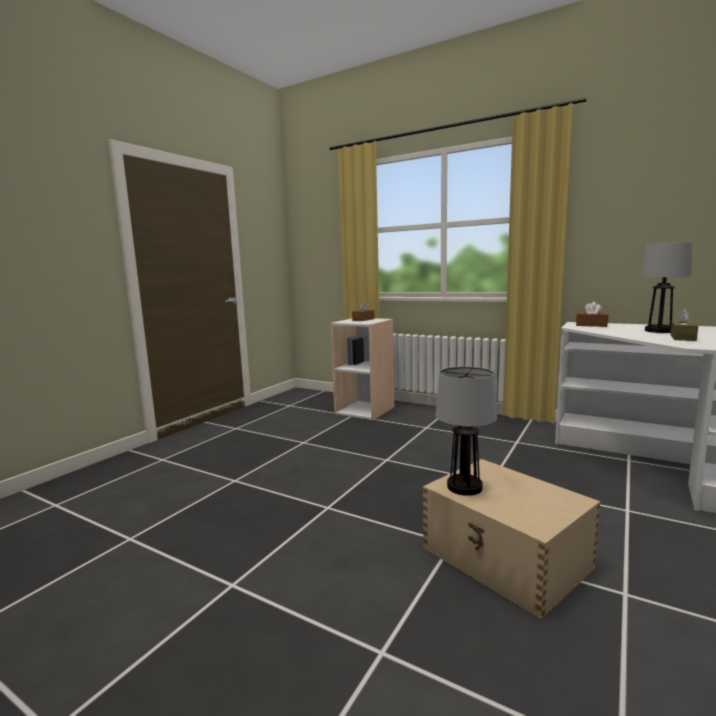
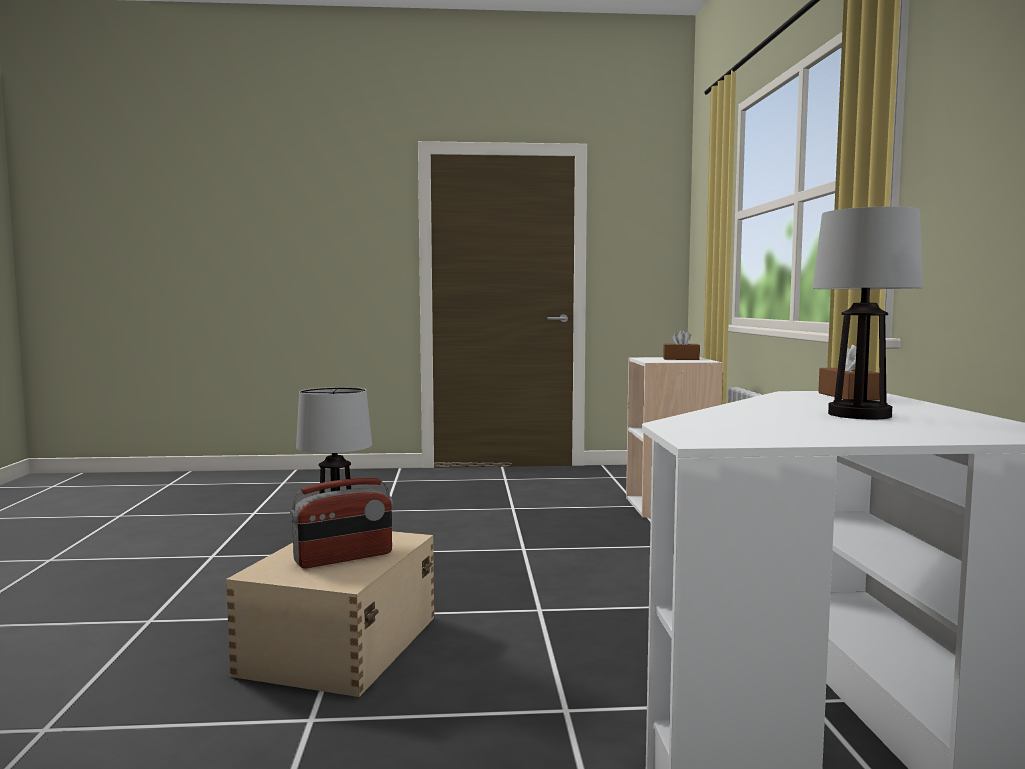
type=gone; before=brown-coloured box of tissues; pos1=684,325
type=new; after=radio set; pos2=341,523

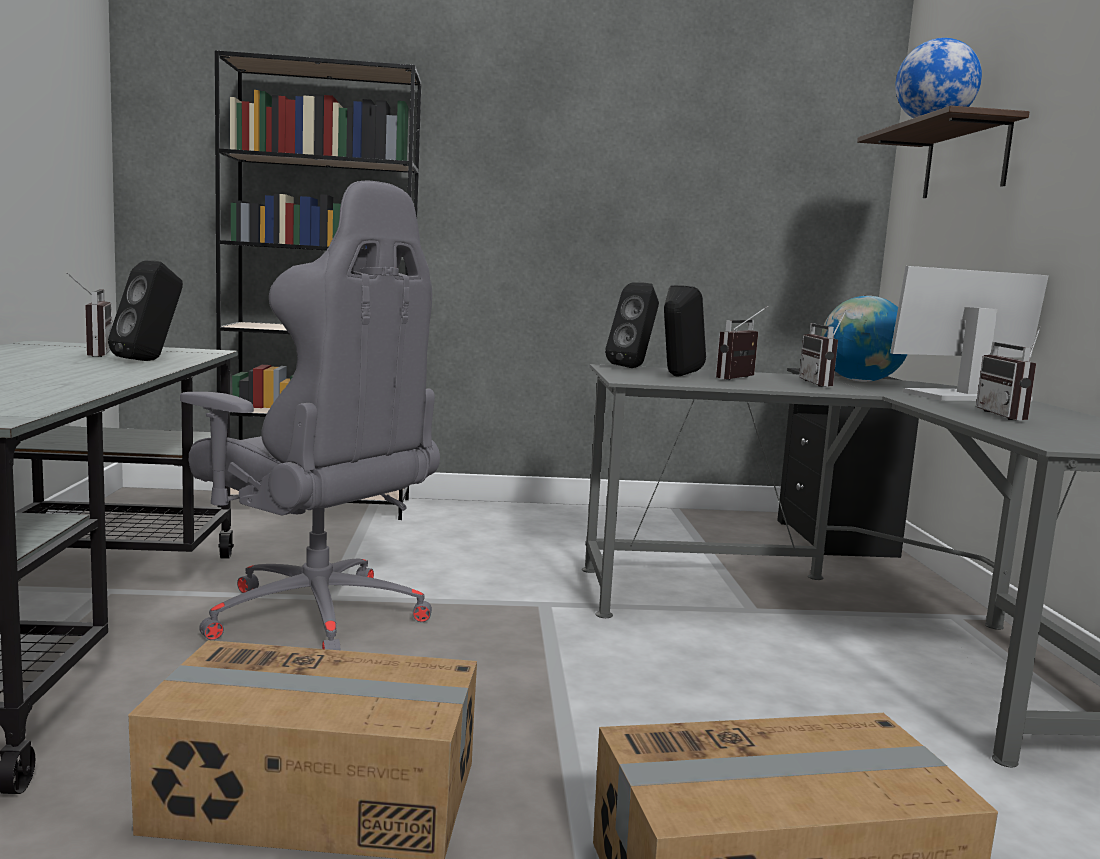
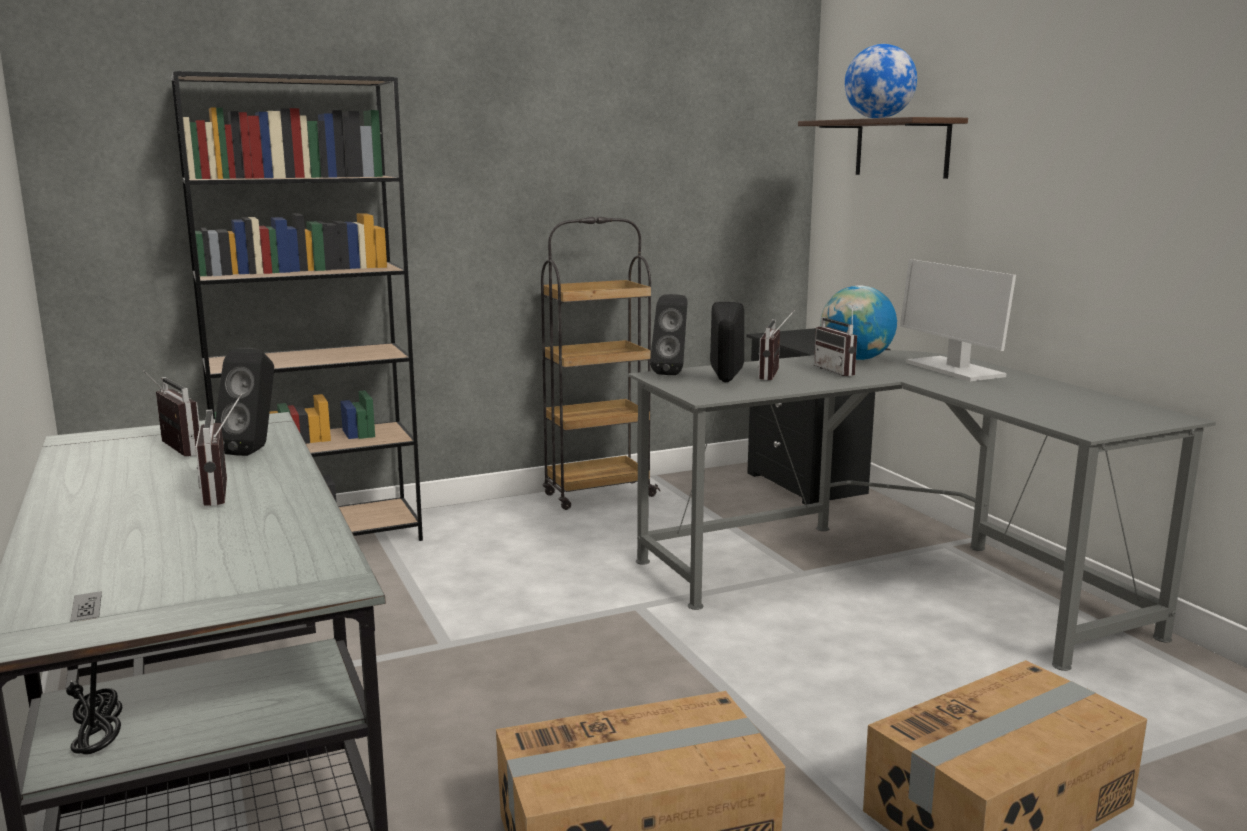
type=gone; before=greyish computer chair; pos1=310,415
type=rotated; before=monitor; pos1=969,333; pos2=958,320; turn=-75
type=shifted; before=radio set; pos1=1008,374; pos2=219,450
type=new; after=brown-coloured cart; pos2=601,363

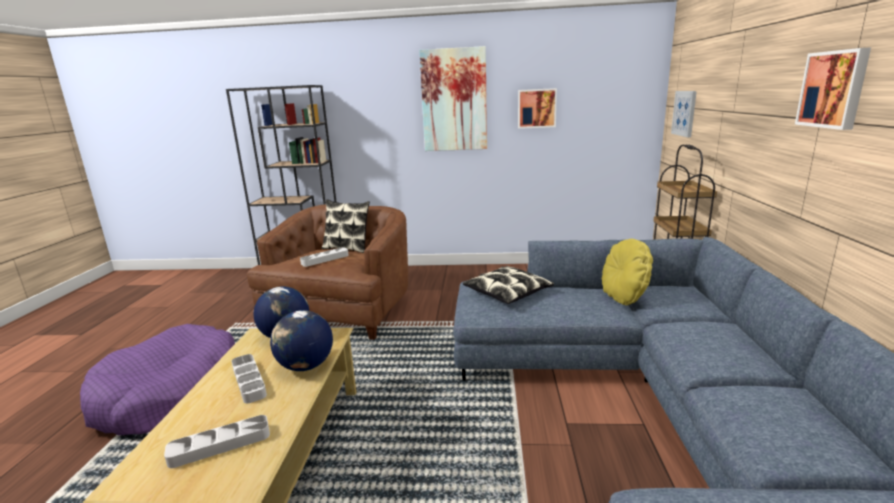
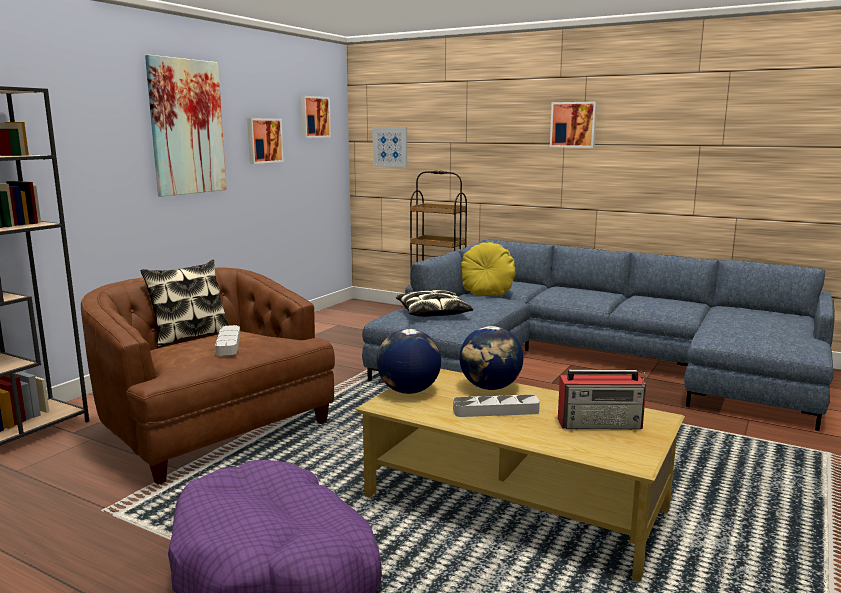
type=swapped; before=greyish serving tray; after=radio set; pos1=217,441; pos2=602,400
type=new; after=wall picture; pos2=316,117

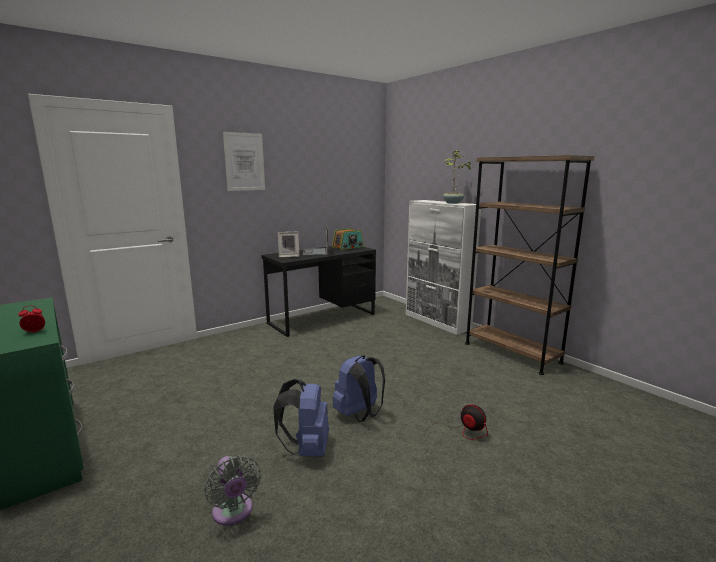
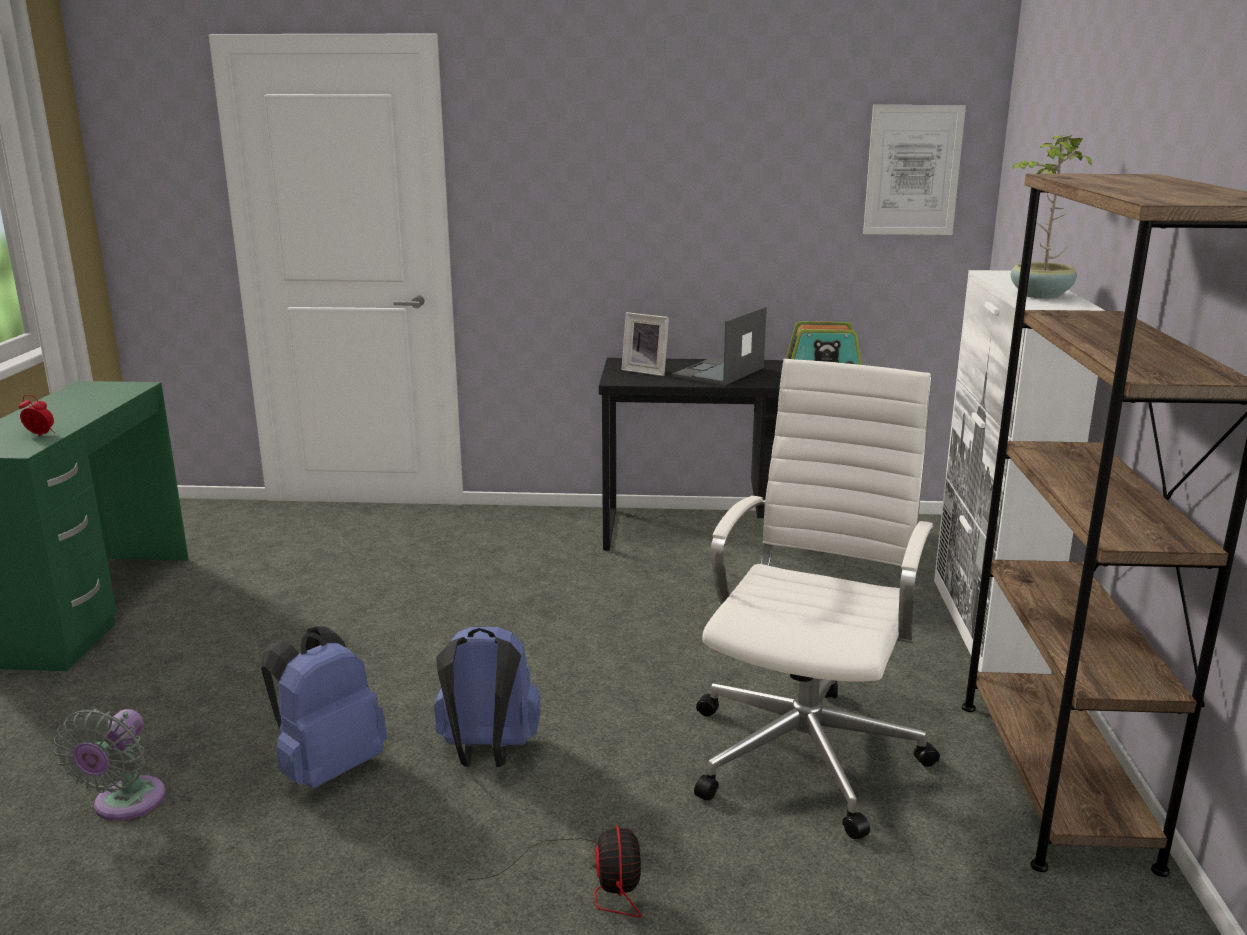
type=shifted; before=wall picture; pos1=244,161; pos2=914,170
type=new; after=white computer chair; pos2=817,599

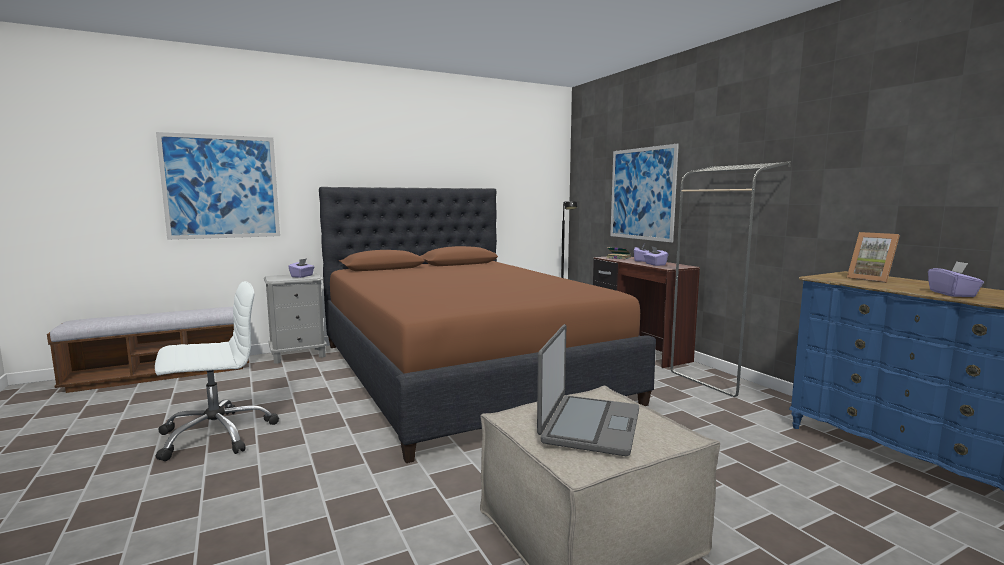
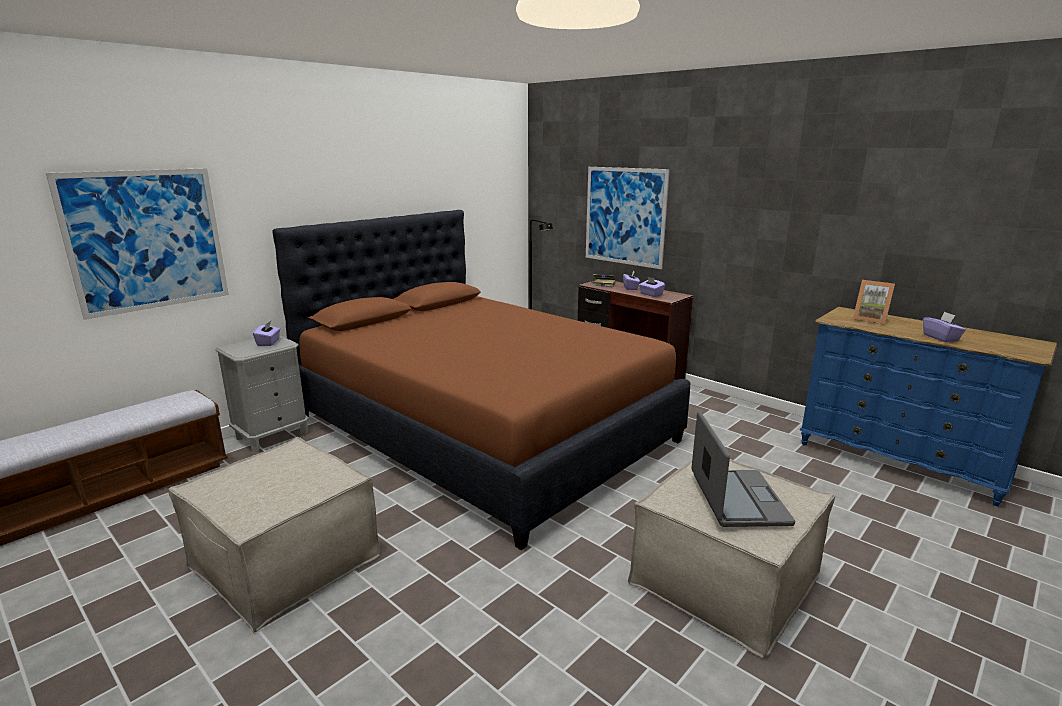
type=gone; before=greyish garment rack; pos1=730,279
type=swapped; before=white computer chair; after=sand-coloured ottoman; pos1=217,371; pos2=274,534

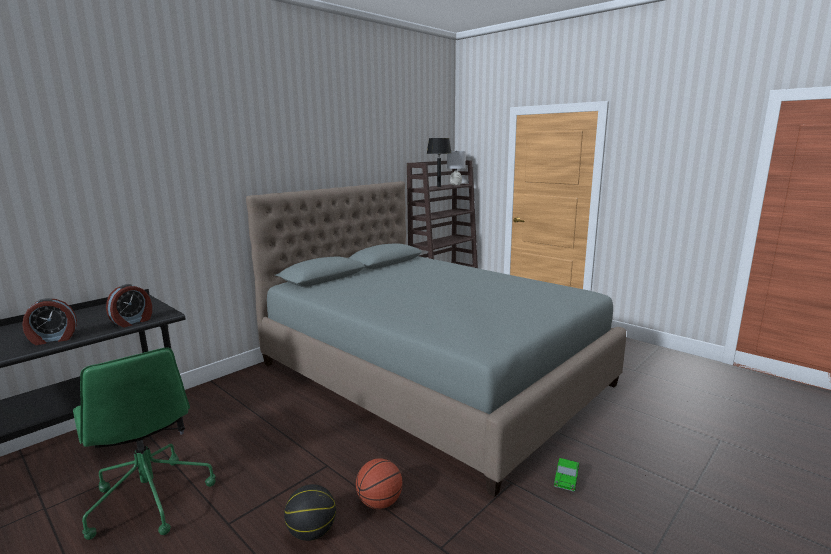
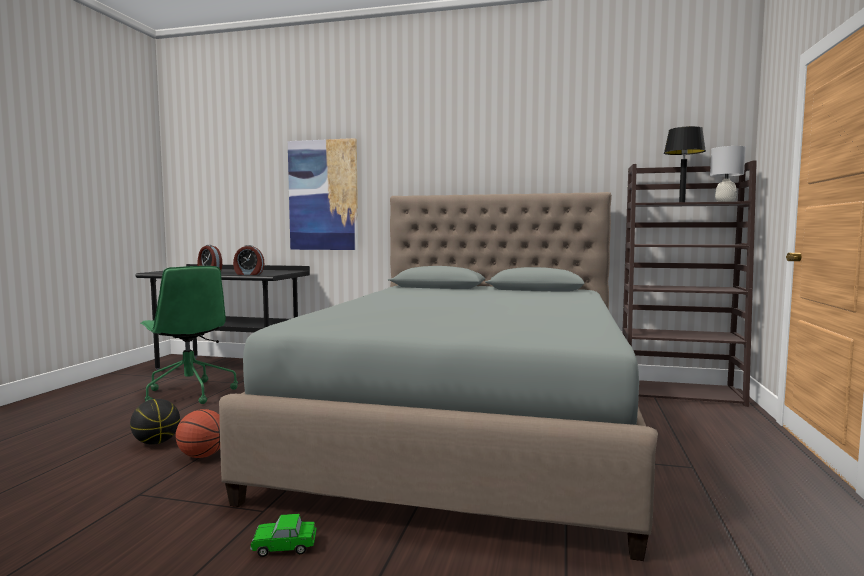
type=rotated; before=greenish computer chair; pos1=144,444; pos2=189,335; turn=-60
type=new; after=wall picture; pos2=323,194

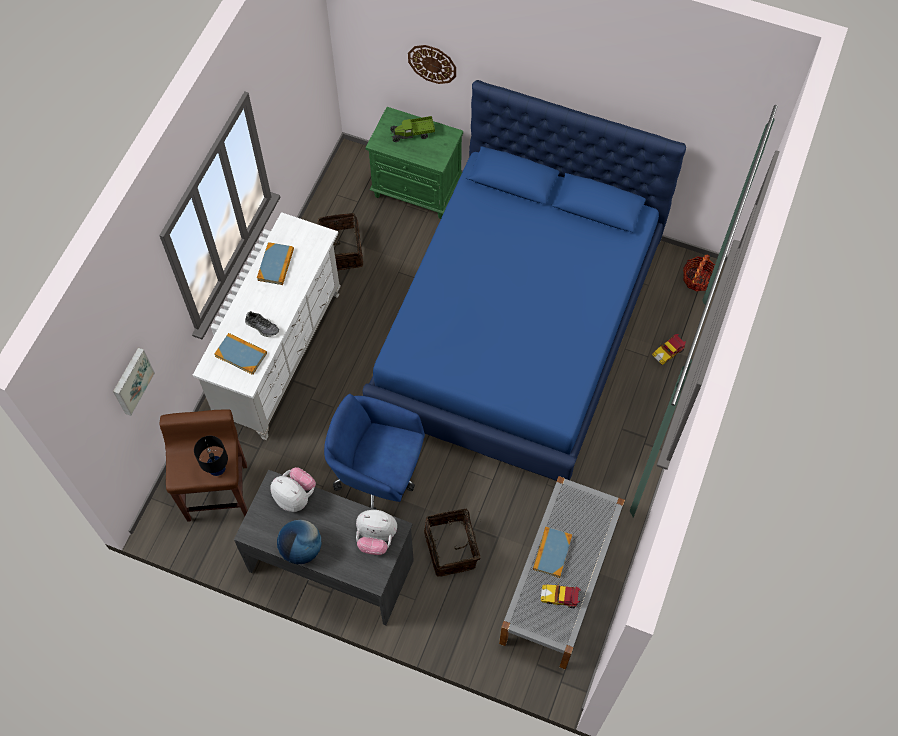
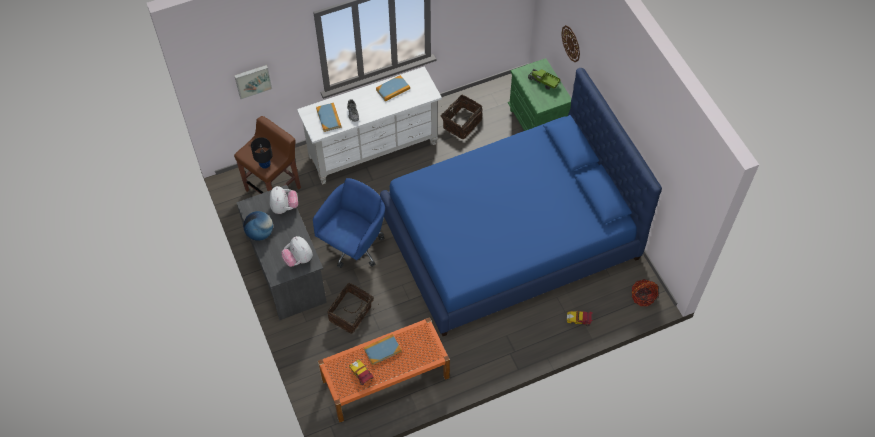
type=rotated; before=blue computer chair; pos1=374,452; pos2=349,223; turn=60
type=repainted; before=greyish indoor bench; after=orangey indoor bench; pos1=562,573; pos2=384,370

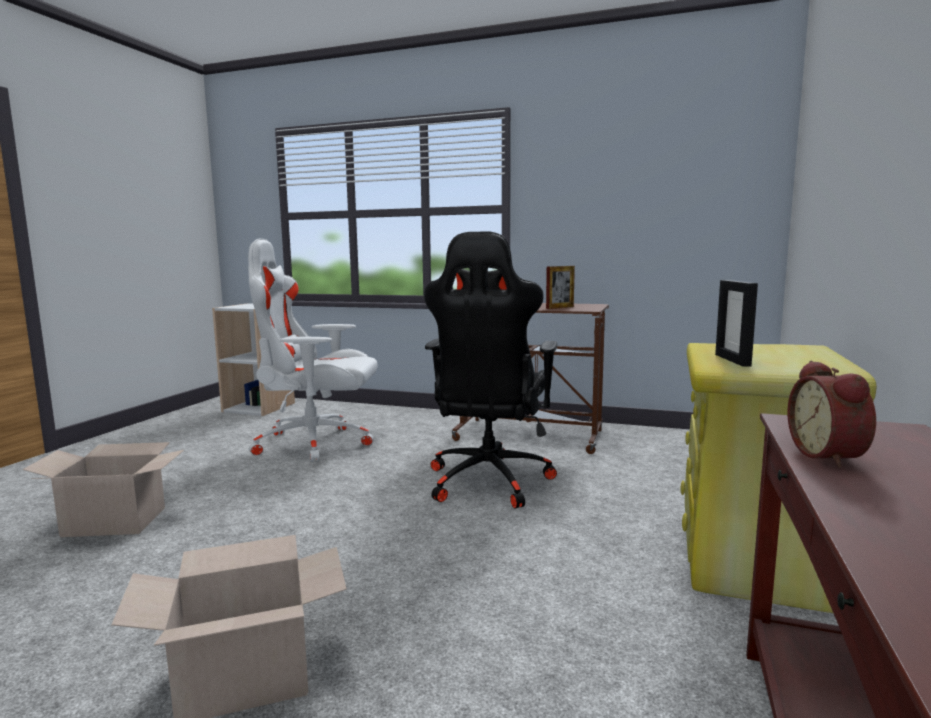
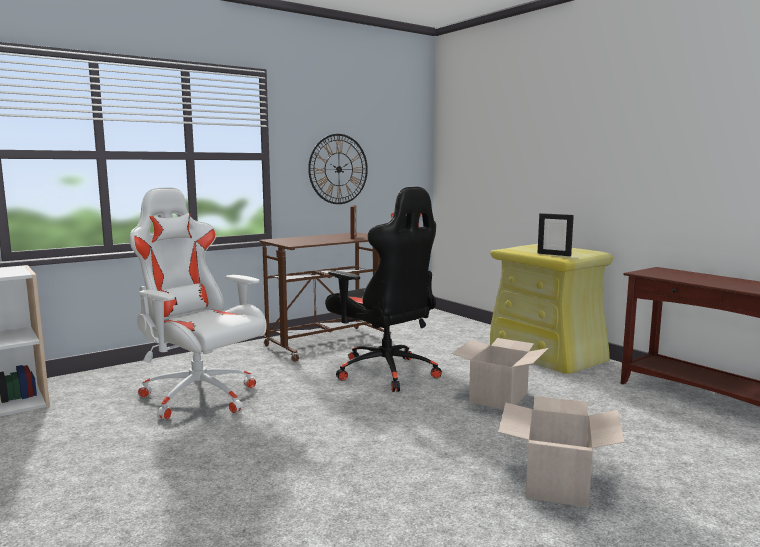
type=rotated; before=white computer chair; pos1=312,350; pos2=198,303; turn=90
type=gone; before=table clock; pos1=831,414
type=shifted; before=cardboard box; pos1=103,489; pos2=500,374
type=new; after=clock on the wall; pos2=338,169

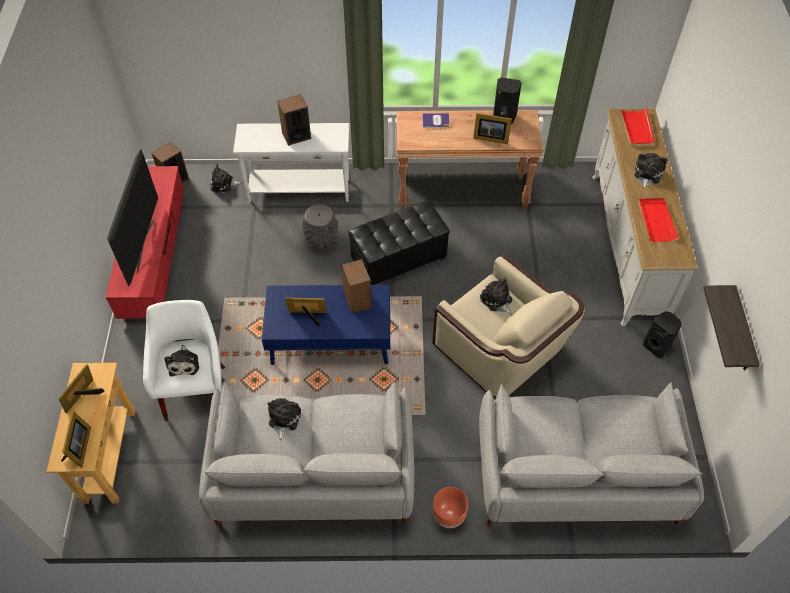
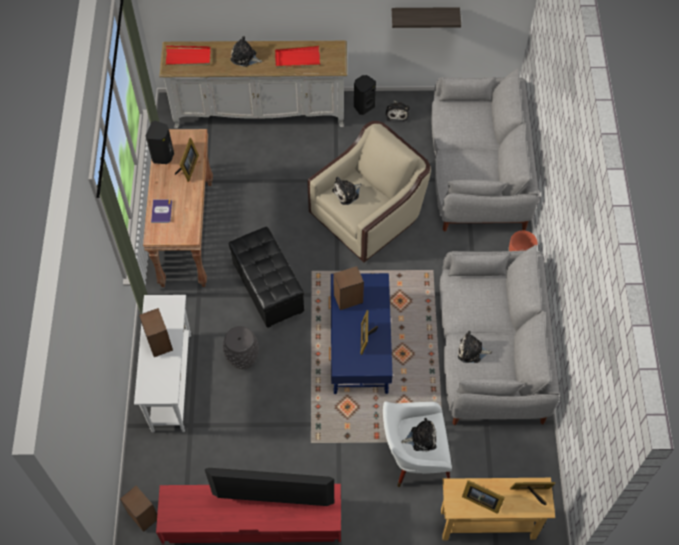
type=shifted; before=plush toy; pos1=226,178; pos2=397,110

